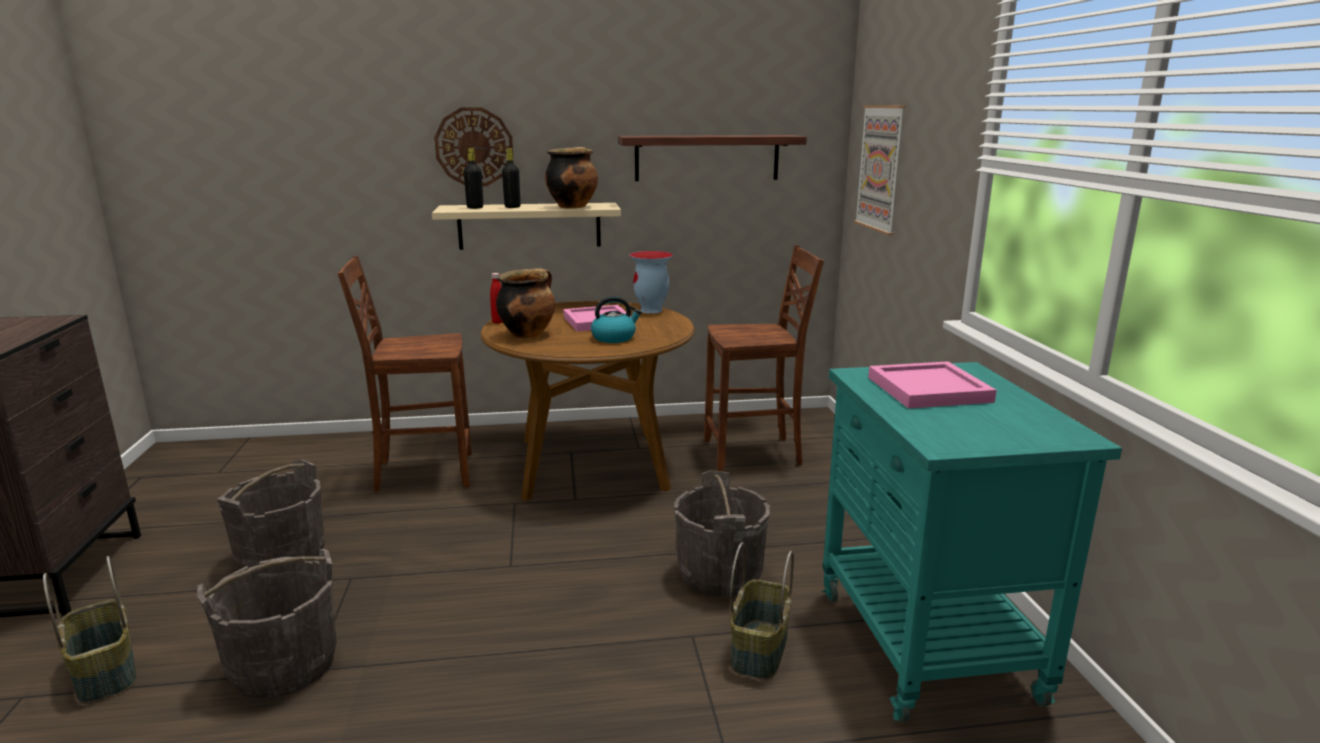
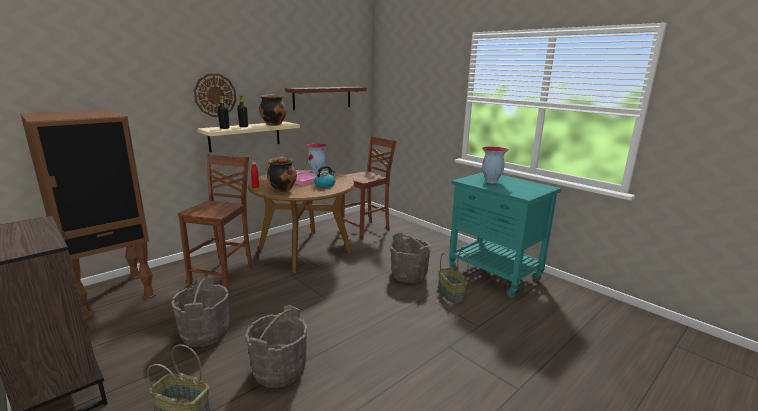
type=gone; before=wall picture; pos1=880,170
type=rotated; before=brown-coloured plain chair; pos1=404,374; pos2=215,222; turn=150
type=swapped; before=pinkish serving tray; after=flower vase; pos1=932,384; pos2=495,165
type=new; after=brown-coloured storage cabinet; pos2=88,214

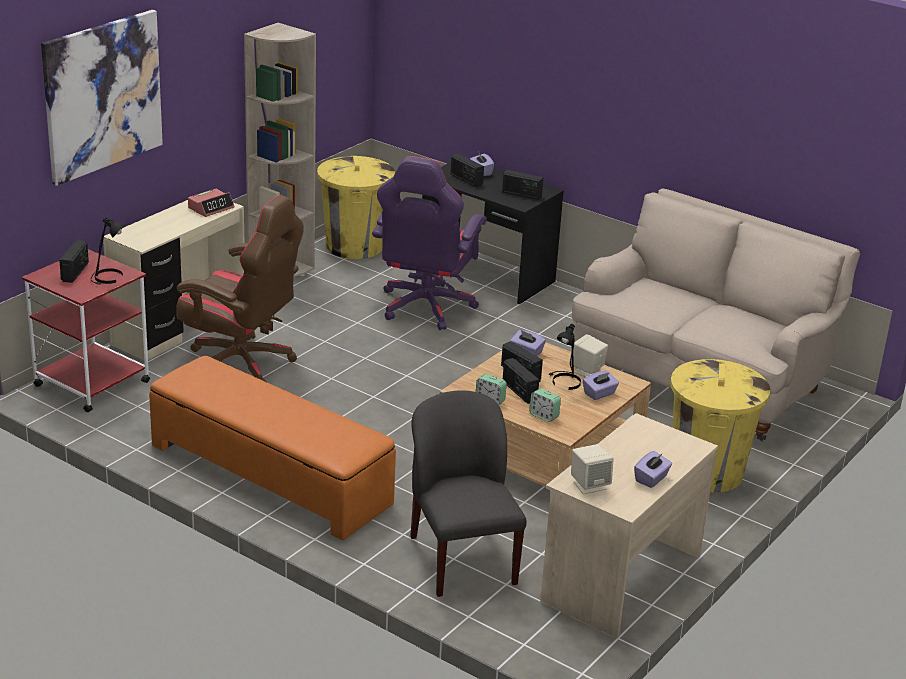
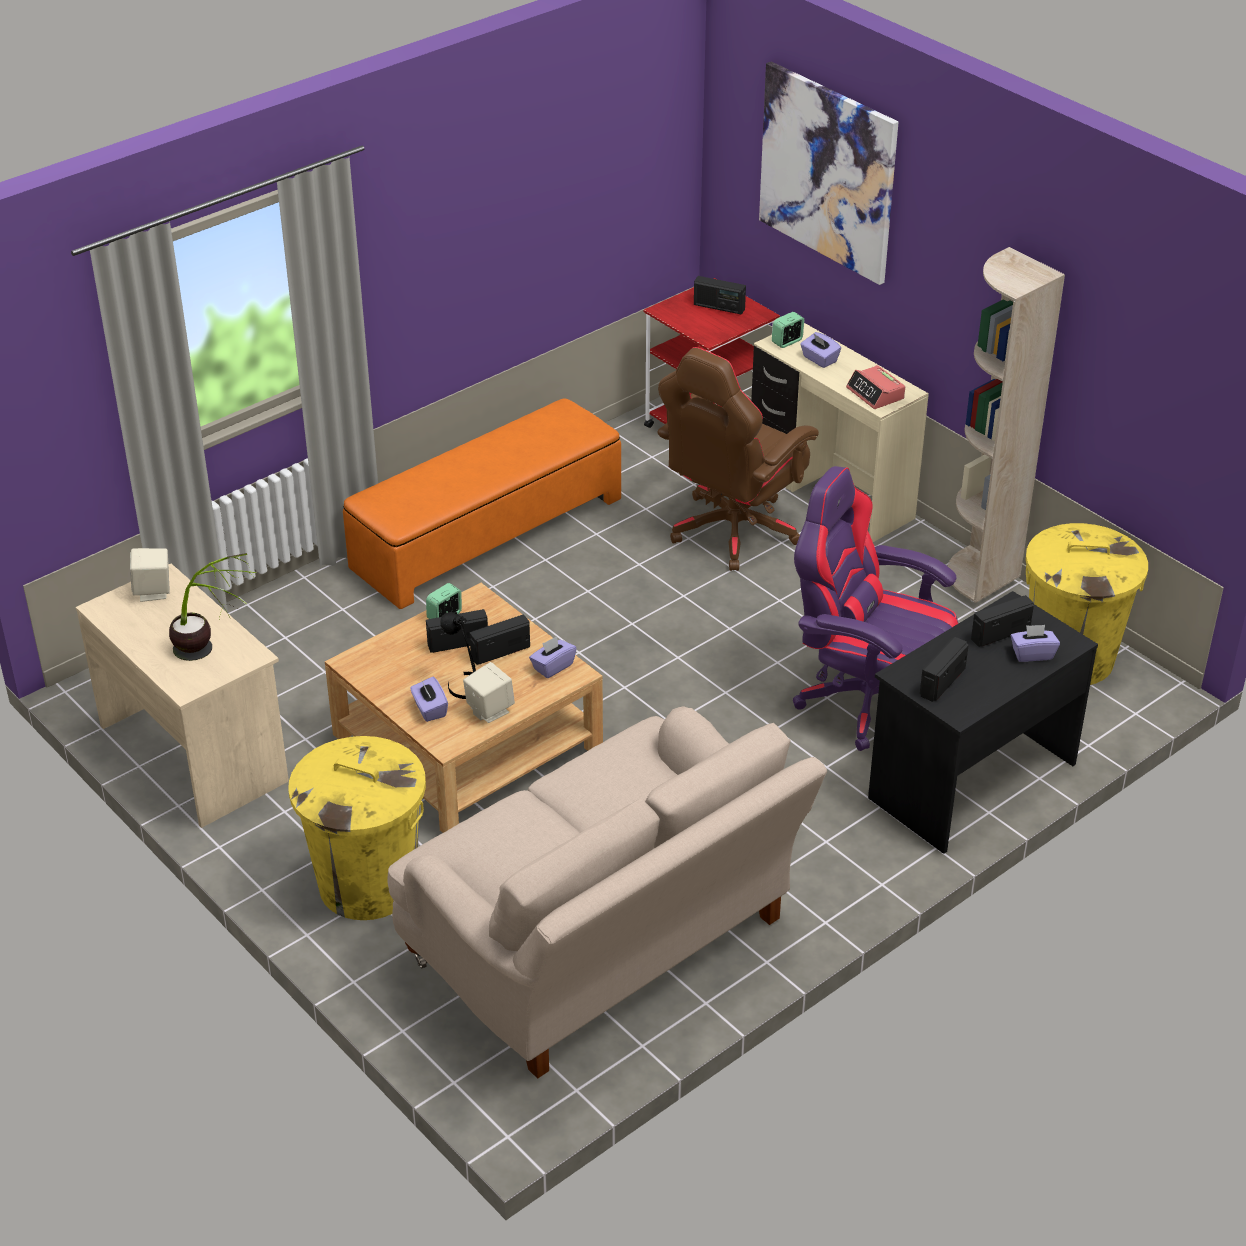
type=gone; before=black-coloured lamp for a table; pos1=108,251
type=shifted; before=table clock; pos1=545,405; pos2=788,330
type=gone; before=greyish plain chair; pos1=468,493
type=shifted; before=purple box of tissues; pos1=653,469; pos2=820,350
type=new; after=plant in a pot; pos2=212,607

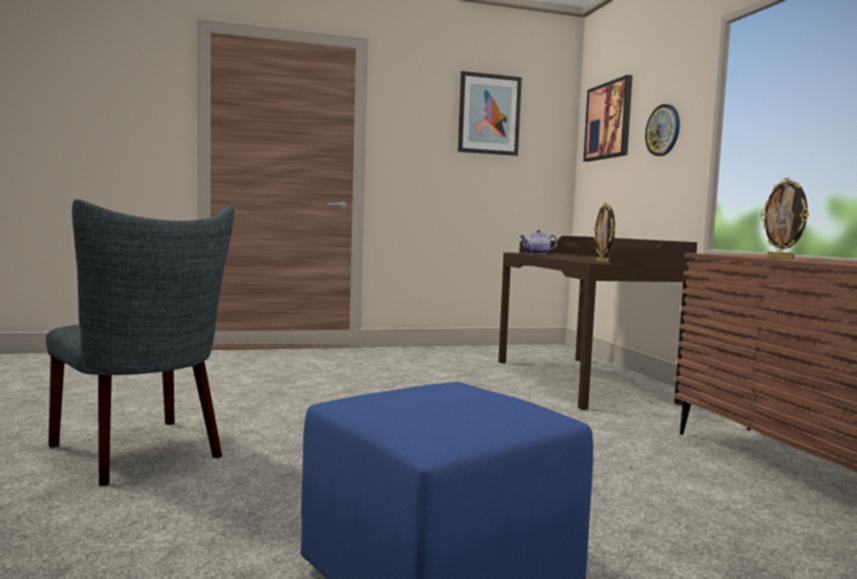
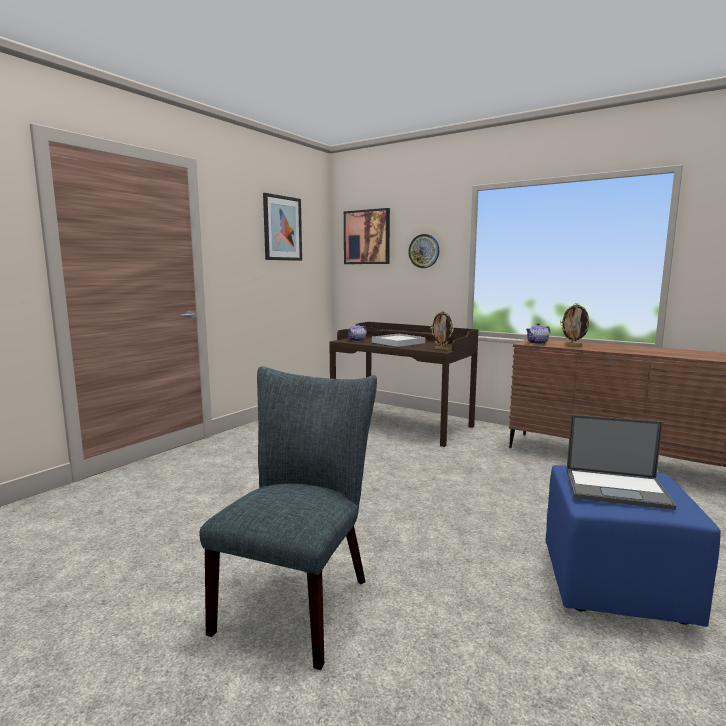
type=rotated; before=greyish plain chair; pos1=140,342; pos2=288,518; turn=-75
type=new; after=teapot; pos2=538,333
type=new; after=white serving tray; pos2=398,340
type=new; after=portable computer; pos2=621,462

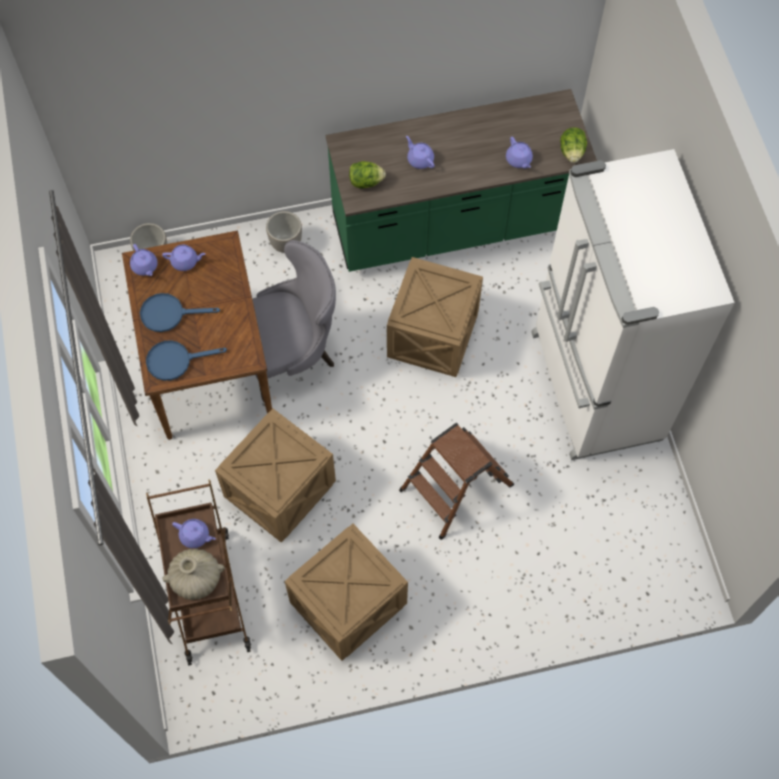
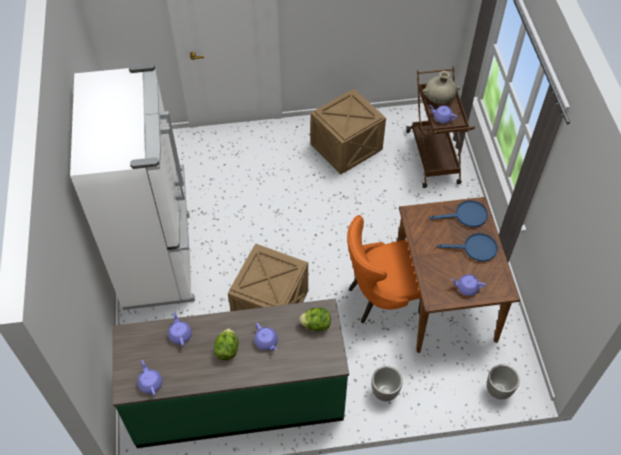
type=shifted; before=lettuce; pos1=573,145; pos2=226,344
type=repainted; before=greyish plain chair; after=orangey plain chair; pos1=294,321; pos2=384,269
type=shifted; before=purple teapot; pos1=144,260; pos2=150,378
type=gone; before=crate; pos1=275,476
type=gone; before=brown-coloured step stool; pos1=456,481

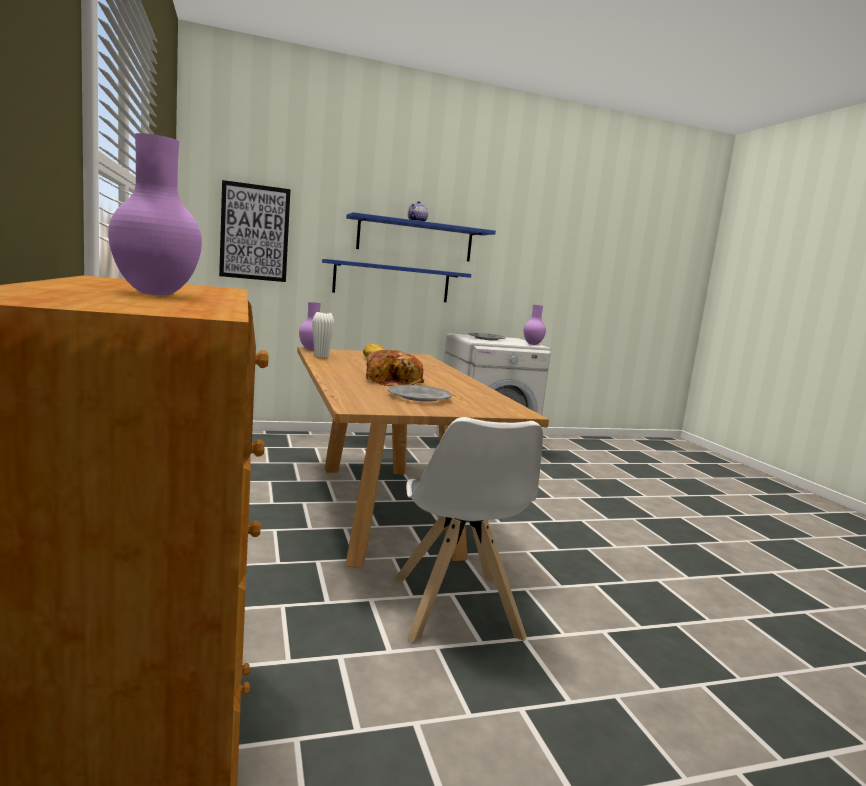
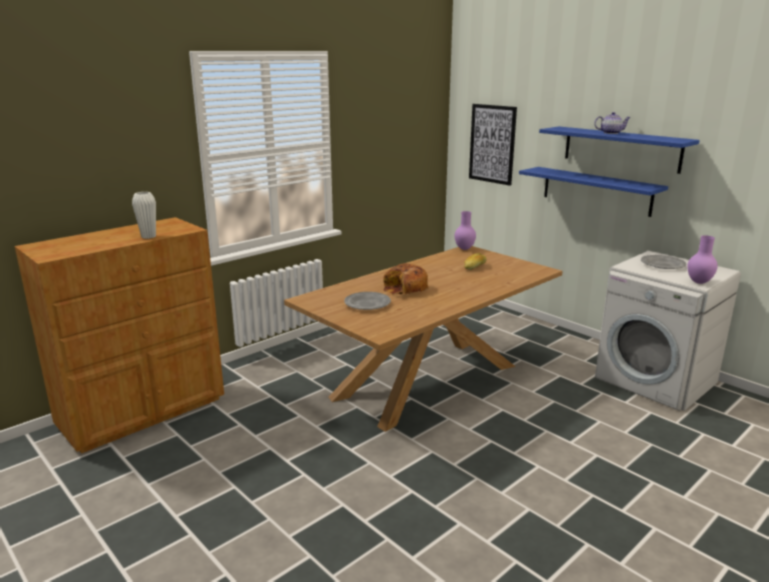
type=gone; before=purple flower vase; pos1=155,214
type=shifted; before=white flower vase; pos1=323,335; pos2=144,215
type=gone; before=plain chair; pos1=468,530

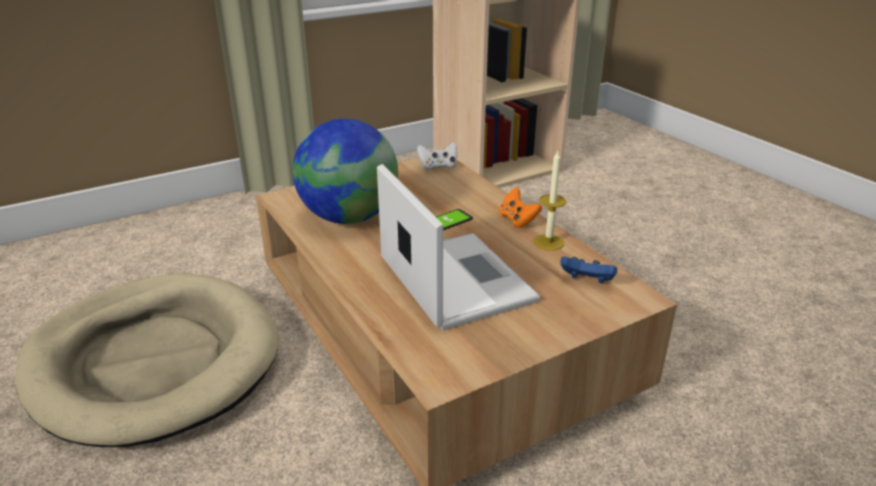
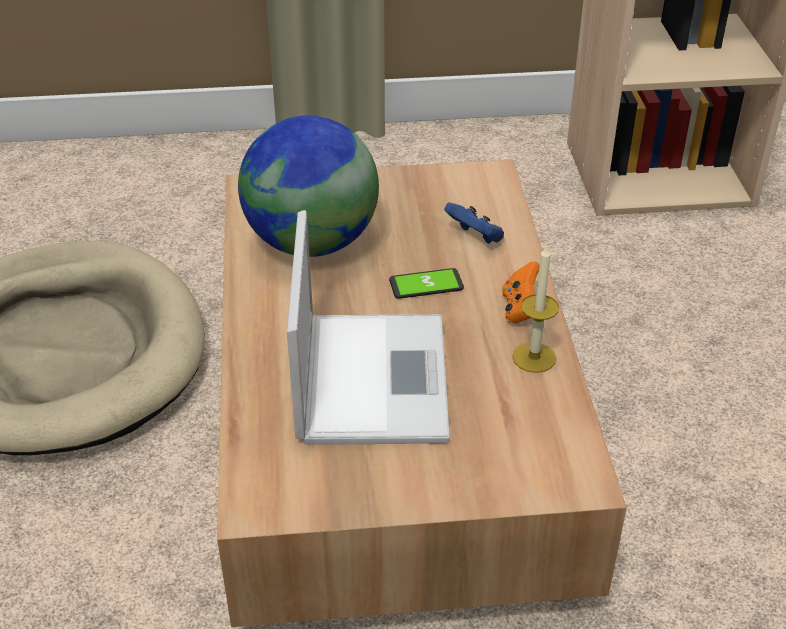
type=gone; before=white gamepad; pos1=437,156
type=shifted; before=blue gamepad; pos1=588,269; pos2=474,223

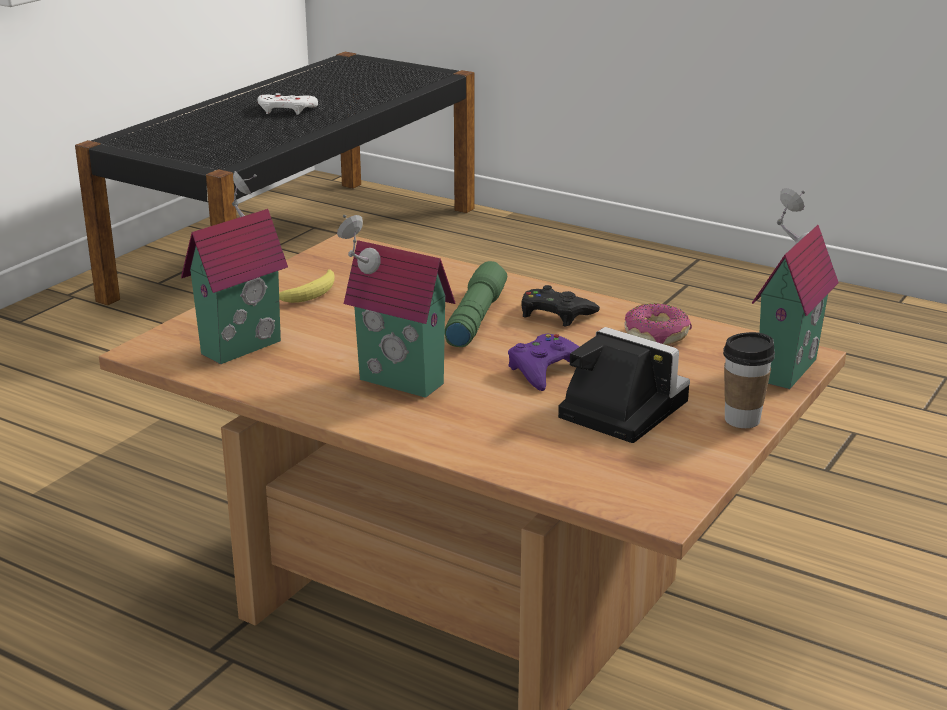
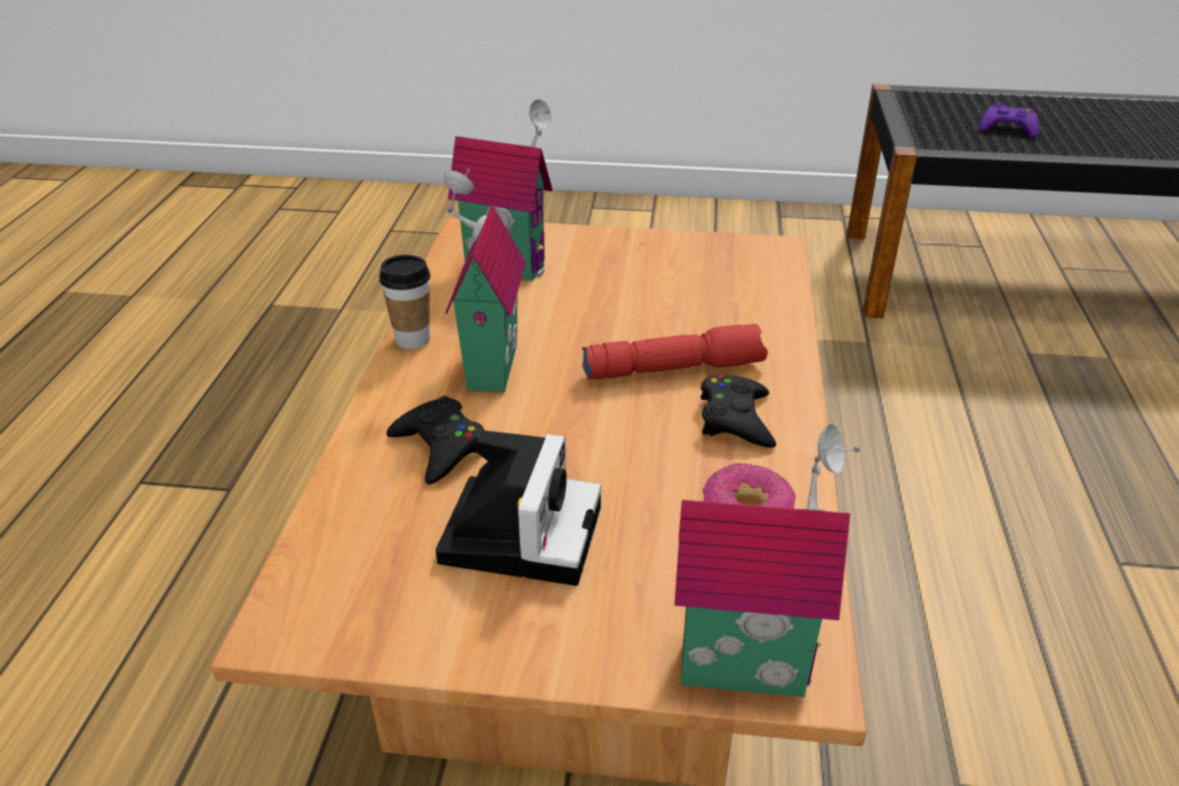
type=gone; before=white gamepad; pos1=287,104
type=repainted; before=greenish hand torch; after=reddish hand torch; pos1=476,304; pos2=675,352
type=gone; before=banana; pos1=307,286
type=shifted; before=cup; pos1=749,380; pos2=404,302
type=shifted; before=purple gamepad; pos1=543,362; pos2=1009,120
type=new; after=black-coloured gamepad; pos2=435,440

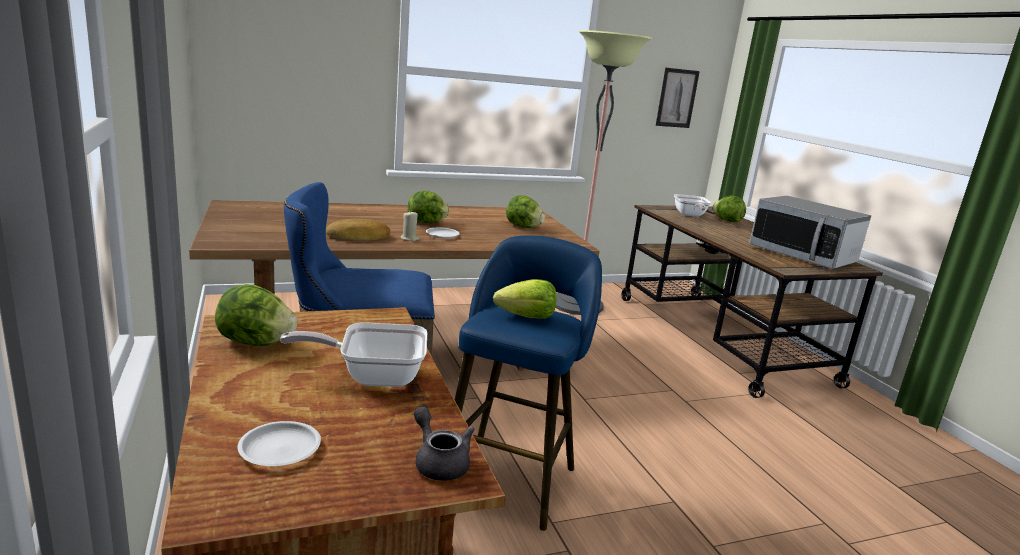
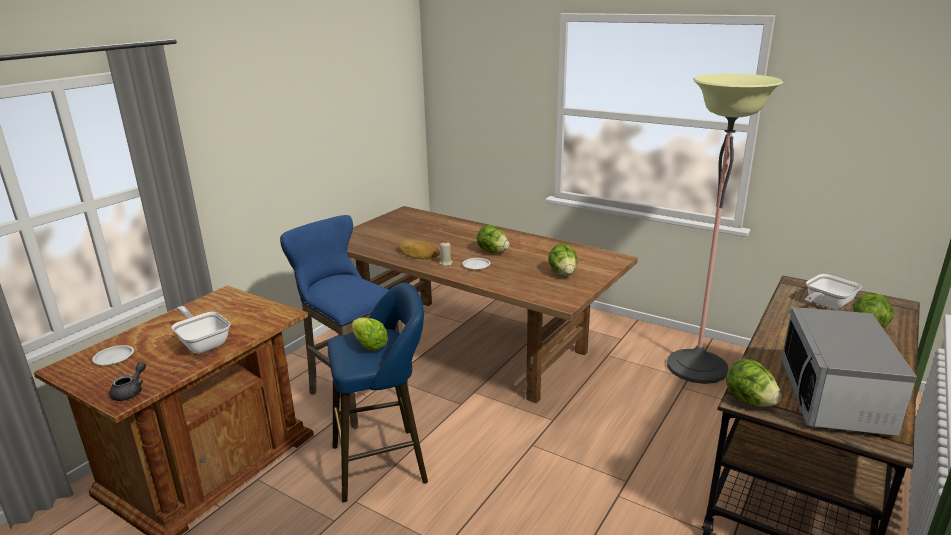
type=gone; before=wall picture; pos1=678,98
type=shifted; before=lettuce; pos1=256,315; pos2=754,383

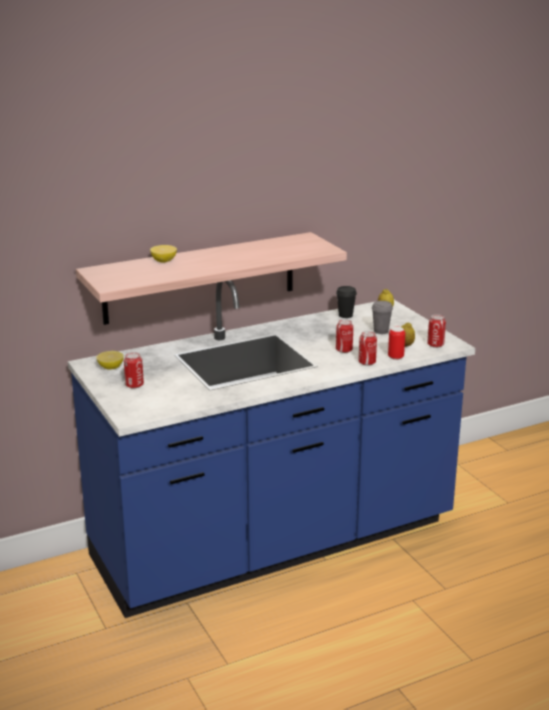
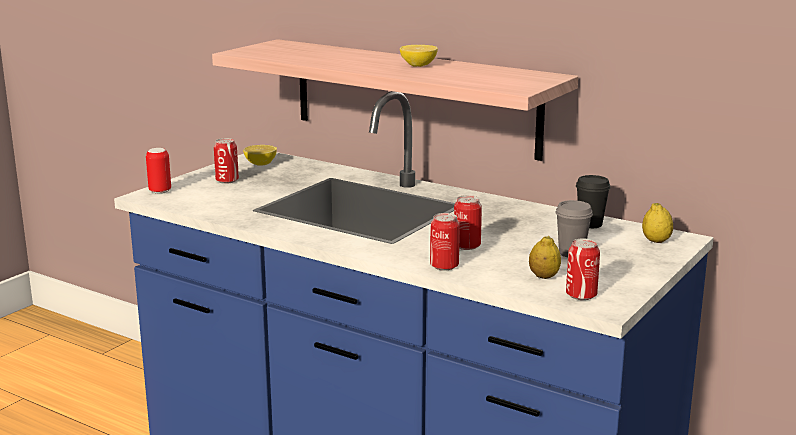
type=shifted; before=citrus fruit; pos1=163,254; pos2=419,56
type=shifted; before=sealed can; pos1=396,343; pos2=158,171

